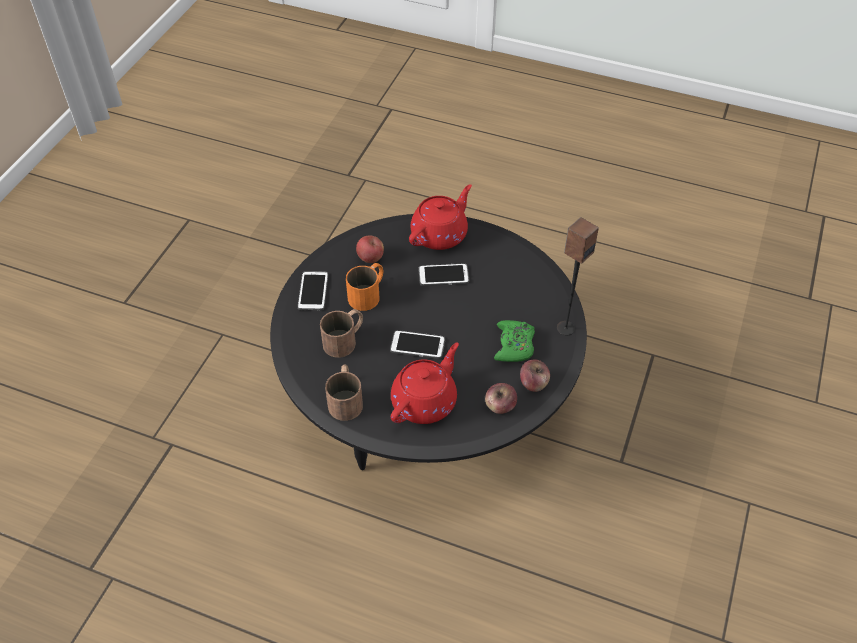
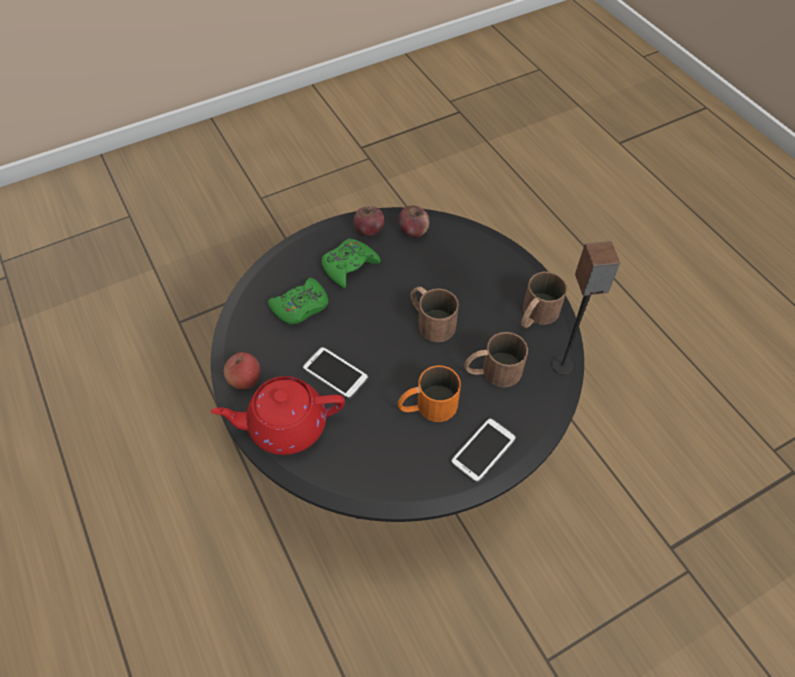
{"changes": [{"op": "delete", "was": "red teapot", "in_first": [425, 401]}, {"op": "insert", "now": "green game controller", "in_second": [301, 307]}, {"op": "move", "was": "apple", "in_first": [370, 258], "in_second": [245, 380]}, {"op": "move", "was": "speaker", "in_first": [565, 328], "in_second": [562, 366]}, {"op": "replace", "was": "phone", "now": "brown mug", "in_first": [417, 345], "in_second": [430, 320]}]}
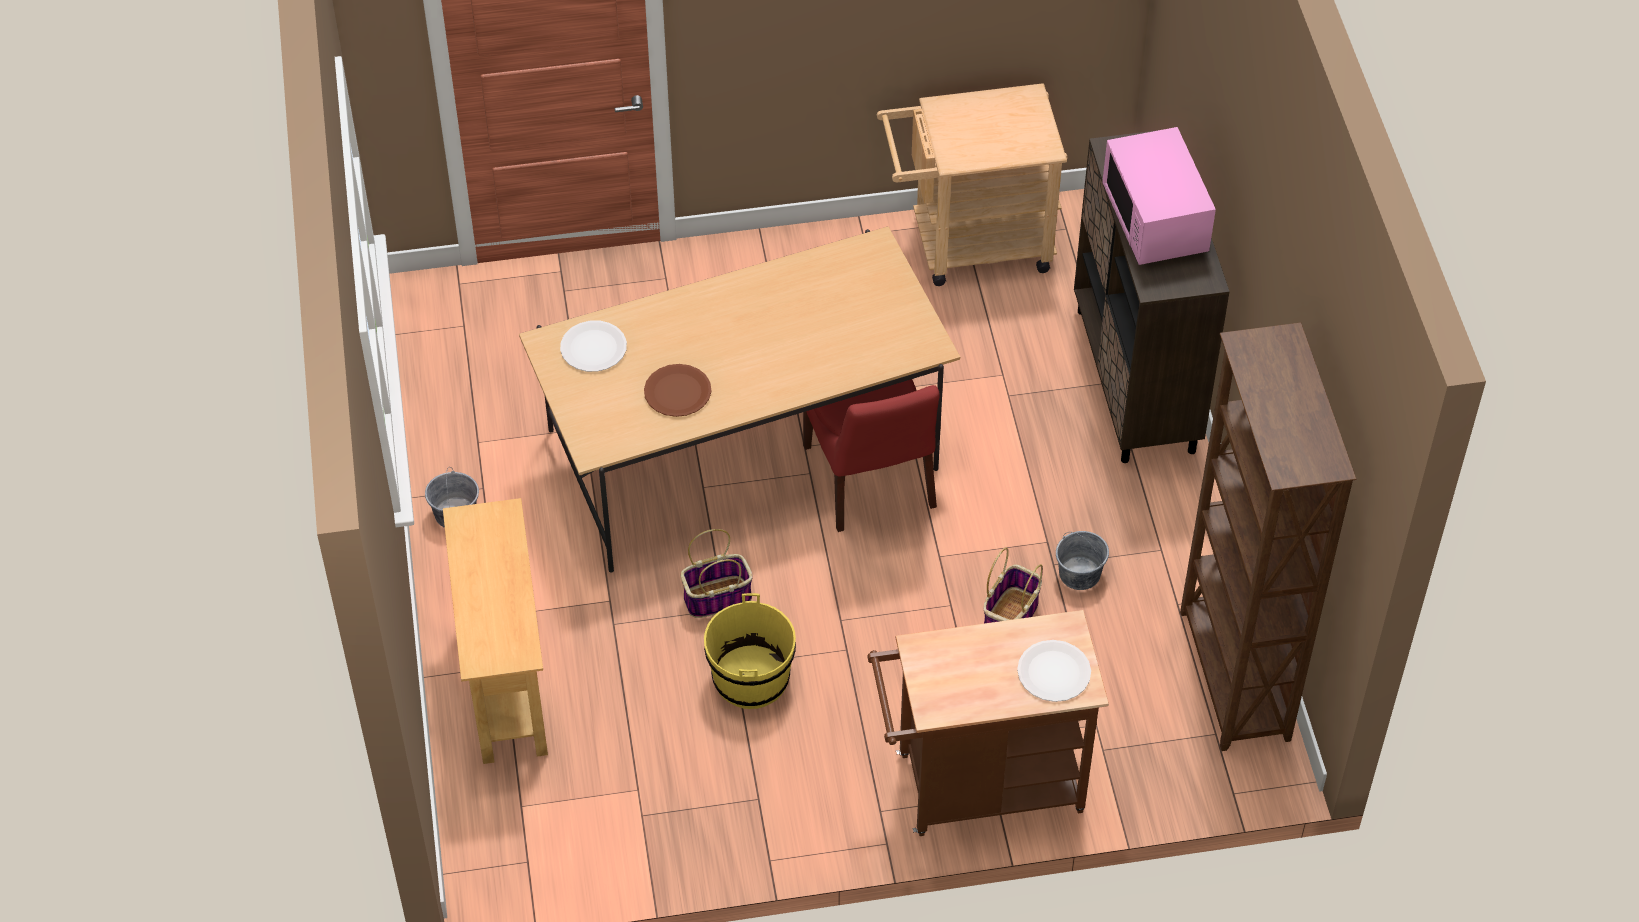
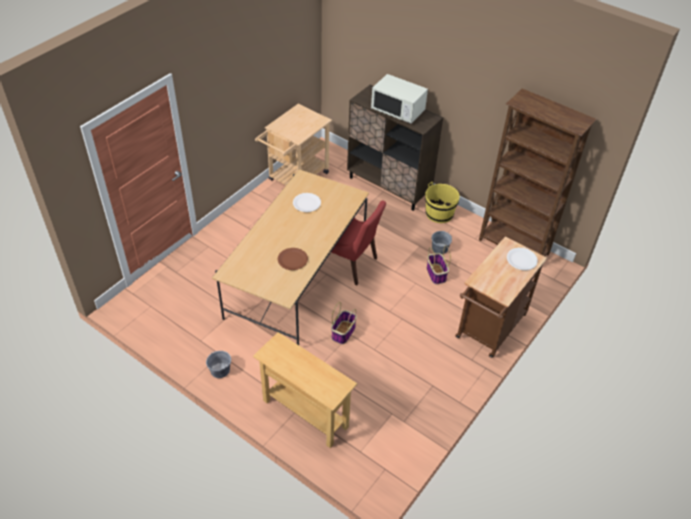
{"changes": [{"op": "move", "was": "white plate", "in_first": [593, 348], "in_second": [307, 203]}, {"op": "move", "was": "yellow bucket", "in_first": [750, 678], "in_second": [439, 214]}, {"op": "recolor", "was": "pink microwave", "now": "white microwave", "in_first": [1155, 221], "in_second": [398, 110]}]}
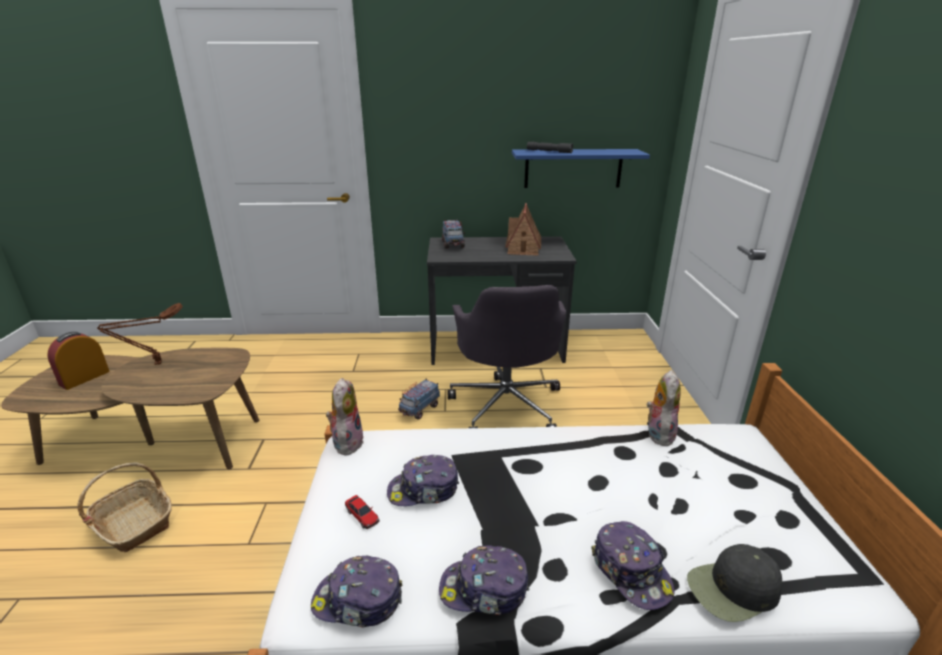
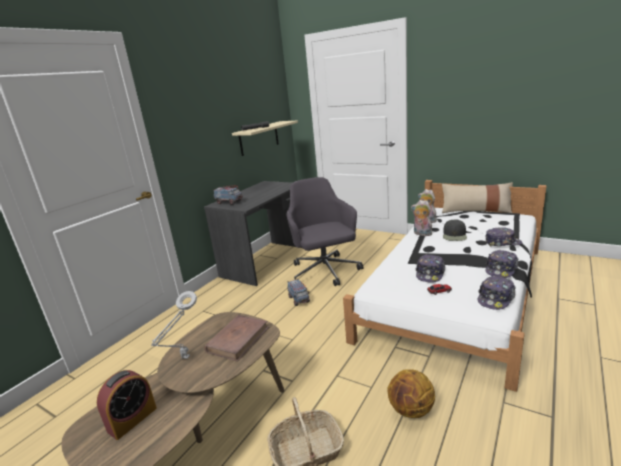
{"changes": [{"op": "delete", "was": "toy house", "in_first": [523, 247]}, {"op": "insert", "now": "brown book", "in_second": [238, 339]}, {"op": "insert", "now": "basketball", "in_second": [411, 410]}, {"op": "insert", "now": "beige pillow", "in_second": [475, 210]}, {"op": "move", "was": "plush toy", "in_first": [347, 442], "in_second": [421, 234]}, {"op": "move", "was": "black cap", "in_first": [733, 589], "in_second": [454, 235]}, {"op": "recolor", "was": "brown table lamp", "now": "grey table lamp", "in_first": [155, 364], "in_second": [184, 359]}, {"op": "recolor", "was": "blue shelf", "now": "beige shelf", "in_first": [573, 168], "in_second": [259, 138]}, {"op": "rotate", "was": "alarm clock", "in_first": [84, 378], "in_second": [132, 419], "clockwise": -120}, {"op": "rotate", "was": "grey office chair", "in_first": [506, 404], "in_second": [325, 272], "clockwise": -135}]}
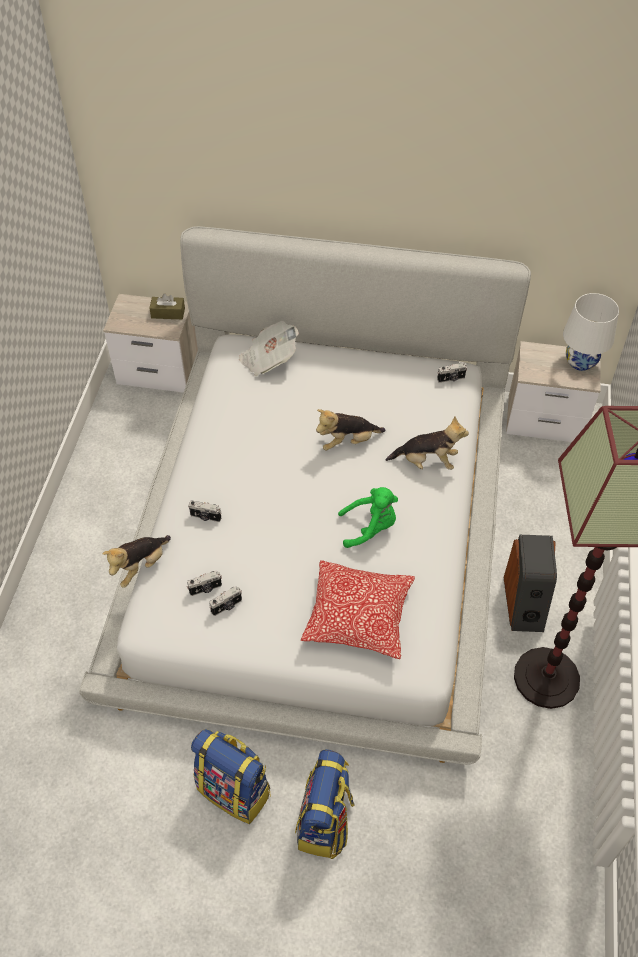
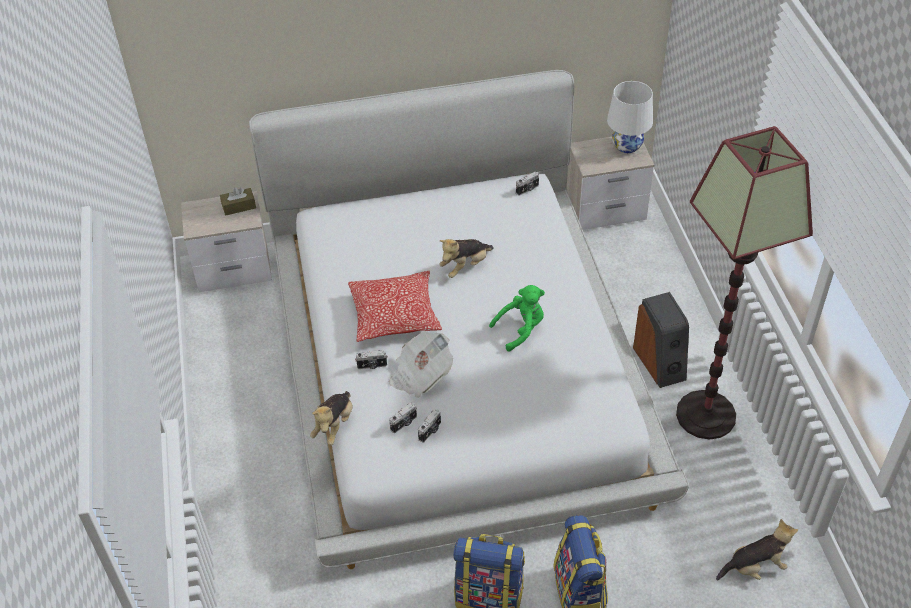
{"changes": [{"op": "move", "was": "newspaper", "in_first": [268, 359], "in_second": [420, 375]}, {"op": "move", "was": "pillow", "in_first": [358, 616], "in_second": [395, 315]}, {"op": "move", "was": "plush toy", "in_first": [427, 462], "in_second": [755, 567]}]}
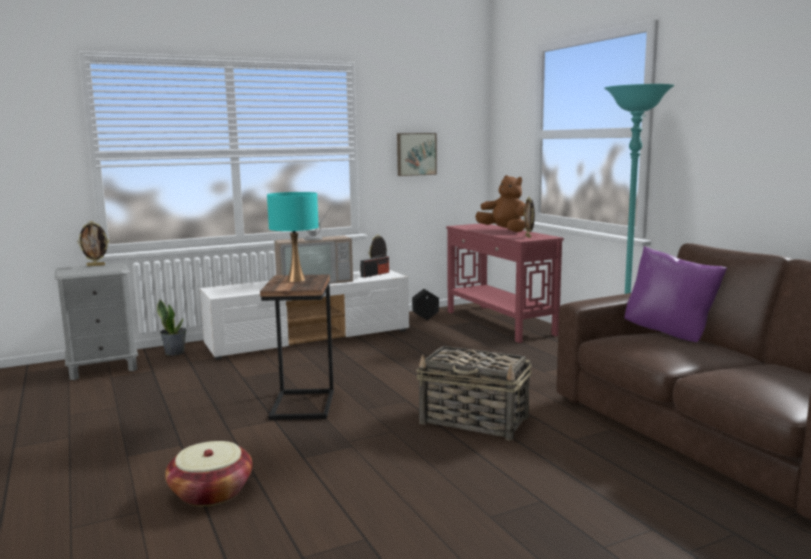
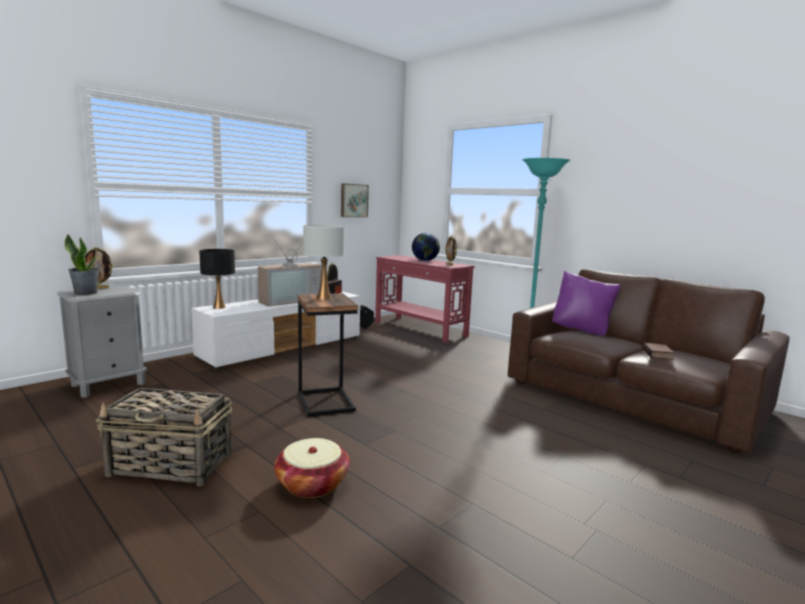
{"changes": [{"op": "insert", "now": "black table lamp", "in_second": [219, 307]}, {"op": "insert", "now": "book", "in_second": [658, 354]}, {"op": "move", "was": "potted plant", "in_first": [175, 352], "in_second": [86, 293]}, {"op": "move", "was": "basket", "in_first": [475, 421], "in_second": [172, 465]}, {"op": "replace", "was": "brown plush toy", "now": "globe", "in_first": [504, 231], "in_second": [425, 260]}, {"op": "recolor", "was": "turquoise table lamp", "now": "white table lamp", "in_first": [296, 280], "in_second": [323, 298]}]}
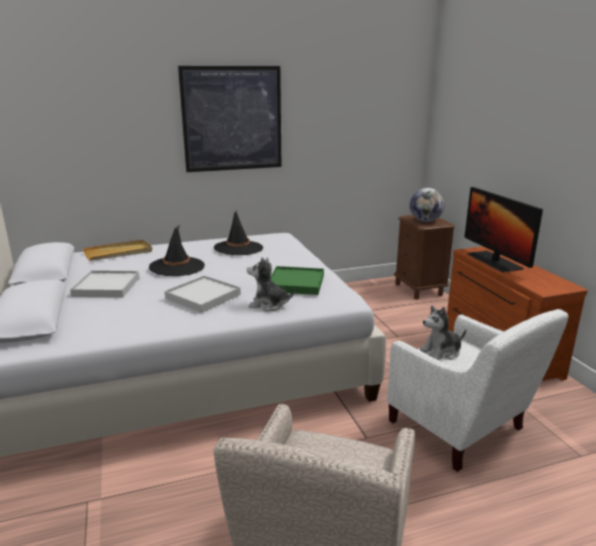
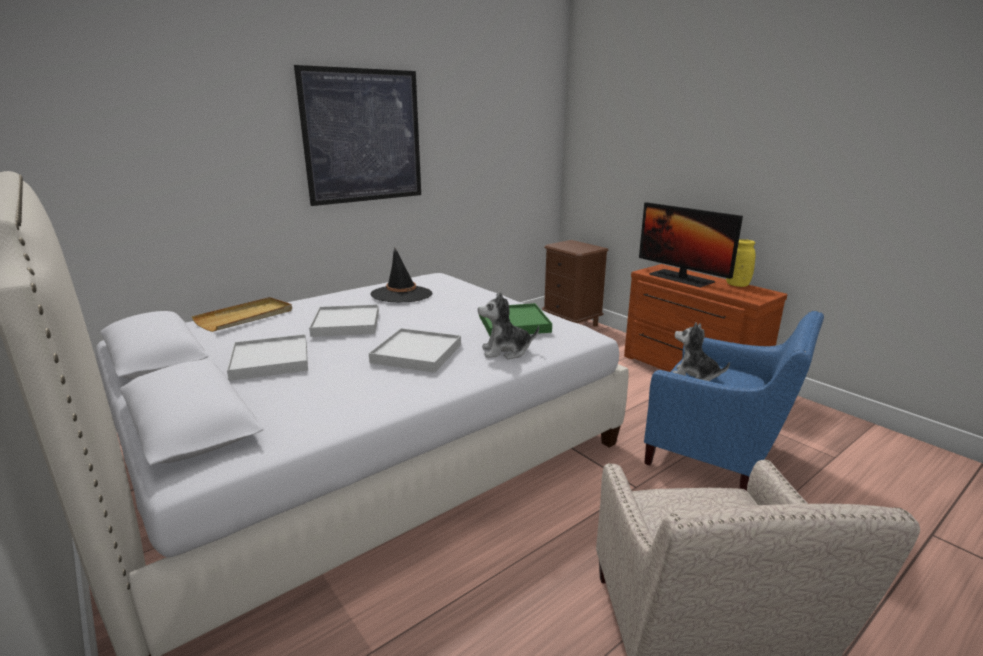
{"changes": [{"op": "delete", "was": "globe", "in_first": [425, 221]}, {"op": "insert", "now": "yellow vase", "in_second": [737, 285]}, {"op": "replace", "was": "black hat", "now": "white tray", "in_first": [177, 267], "in_second": [346, 324]}, {"op": "recolor", "was": "white armchair", "now": "blue armchair", "in_first": [461, 430], "in_second": [718, 457]}, {"op": "rotate", "was": "plush toy", "in_first": [441, 352], "in_second": [694, 376], "clockwise": 75}]}
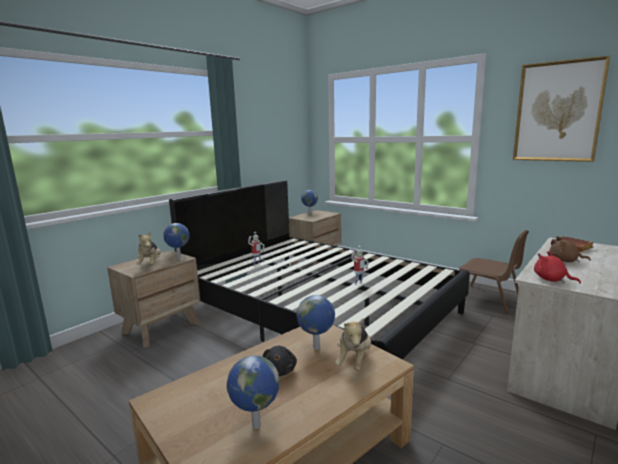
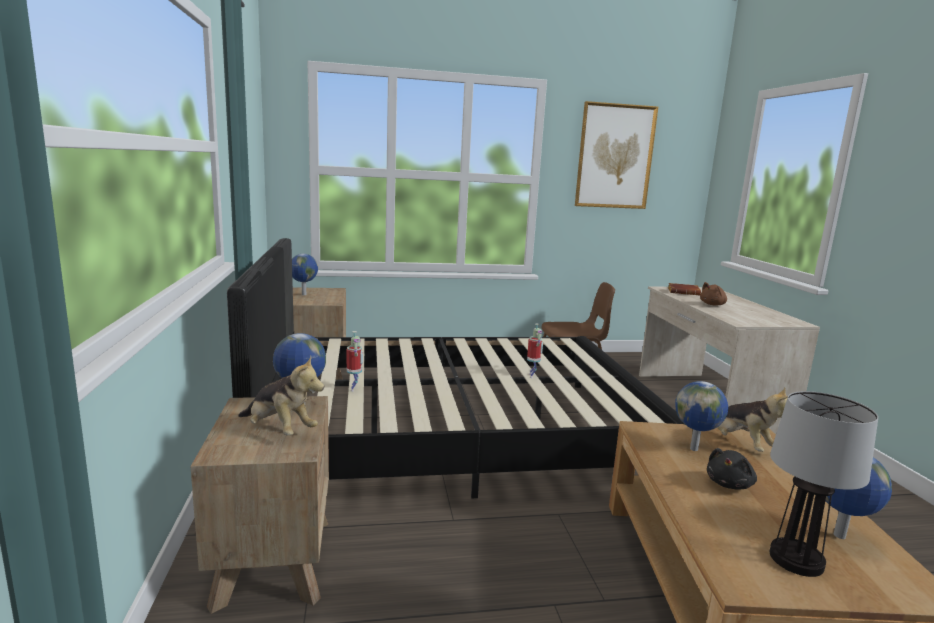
{"changes": [{"op": "delete", "was": "red plush toy", "in_first": [551, 280]}, {"op": "insert", "now": "table lamp", "in_second": [797, 560]}, {"op": "rotate", "was": "black plush toy", "in_first": [279, 371], "in_second": [729, 484], "clockwise": 90}]}
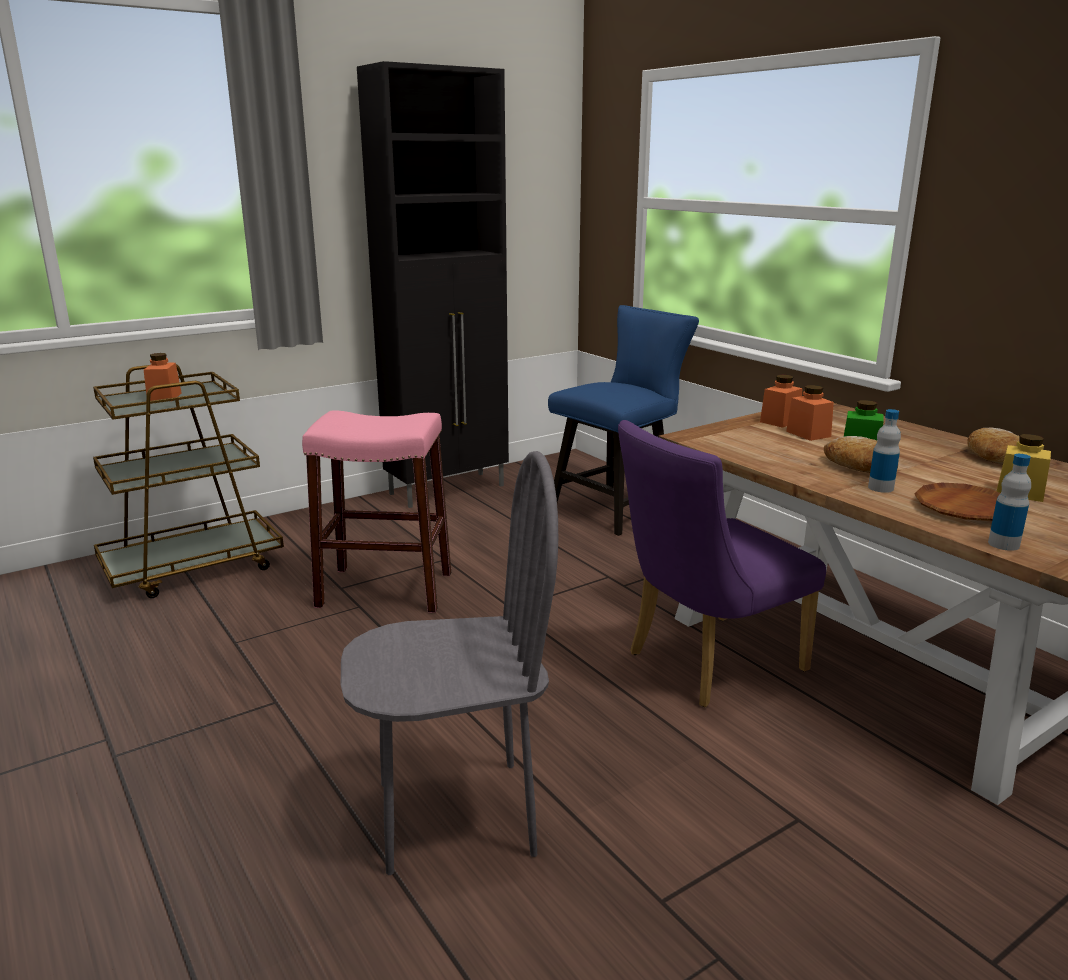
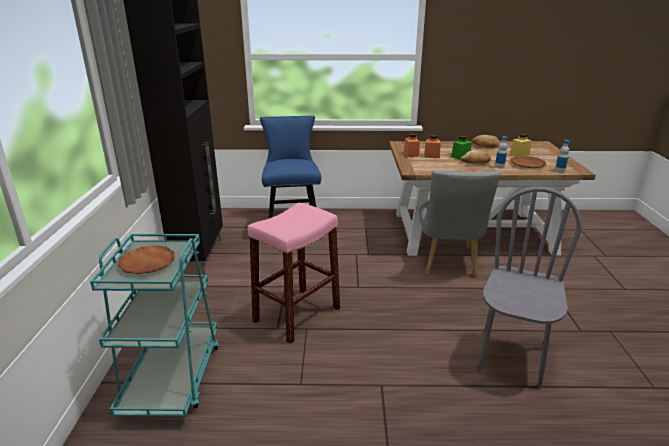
{"changes": [{"op": "replace", "was": "orange jar", "now": "brown plate", "in_first": [164, 397], "in_second": [147, 263]}, {"op": "recolor", "was": "brown cart", "now": "turquoise cart", "in_first": [194, 567], "in_second": [172, 377]}, {"op": "recolor", "was": "purple chair", "now": "grey chair", "in_first": [705, 664], "in_second": [447, 264]}]}
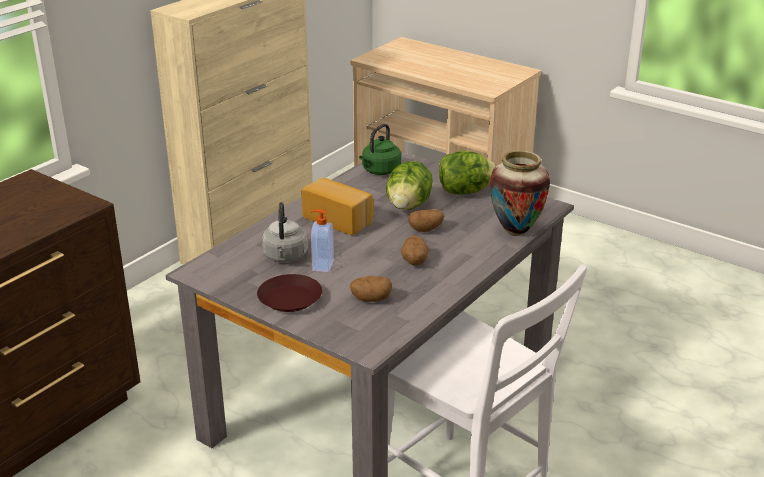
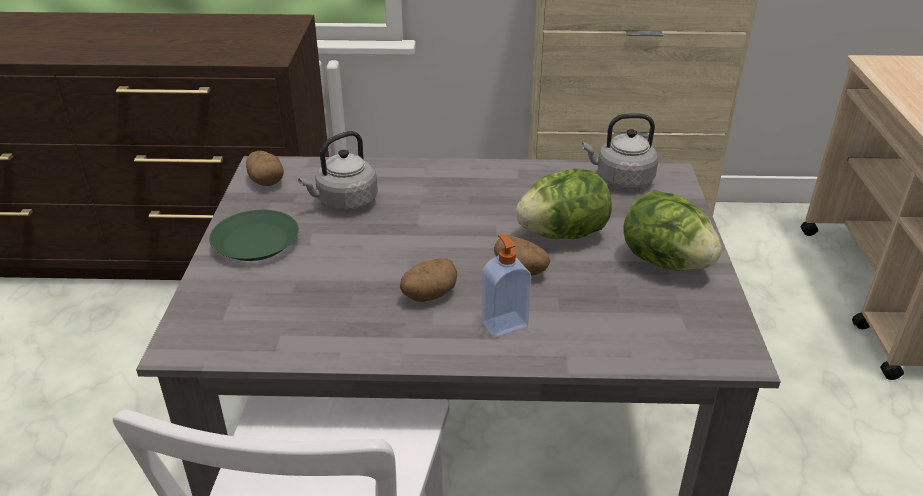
{"changes": [{"op": "delete", "was": "bread", "in_first": [339, 219]}, {"op": "delete", "was": "vase", "in_first": [515, 231]}, {"op": "move", "was": "soap dispenser", "in_first": [322, 265], "in_second": [503, 323]}, {"op": "move", "was": "potato", "in_first": [370, 299], "in_second": [266, 181]}, {"op": "recolor", "was": "brown plate", "now": "green plate", "in_first": [289, 299], "in_second": [255, 243]}, {"op": "recolor", "was": "green kettle", "now": "grey kettle", "in_first": [380, 171], "in_second": [621, 180]}]}
